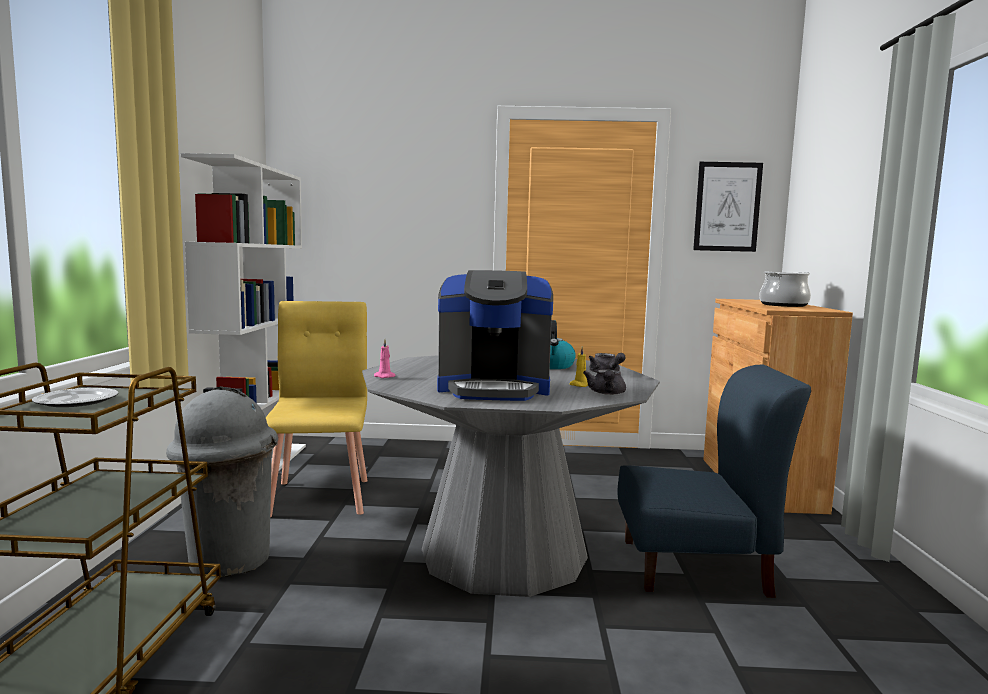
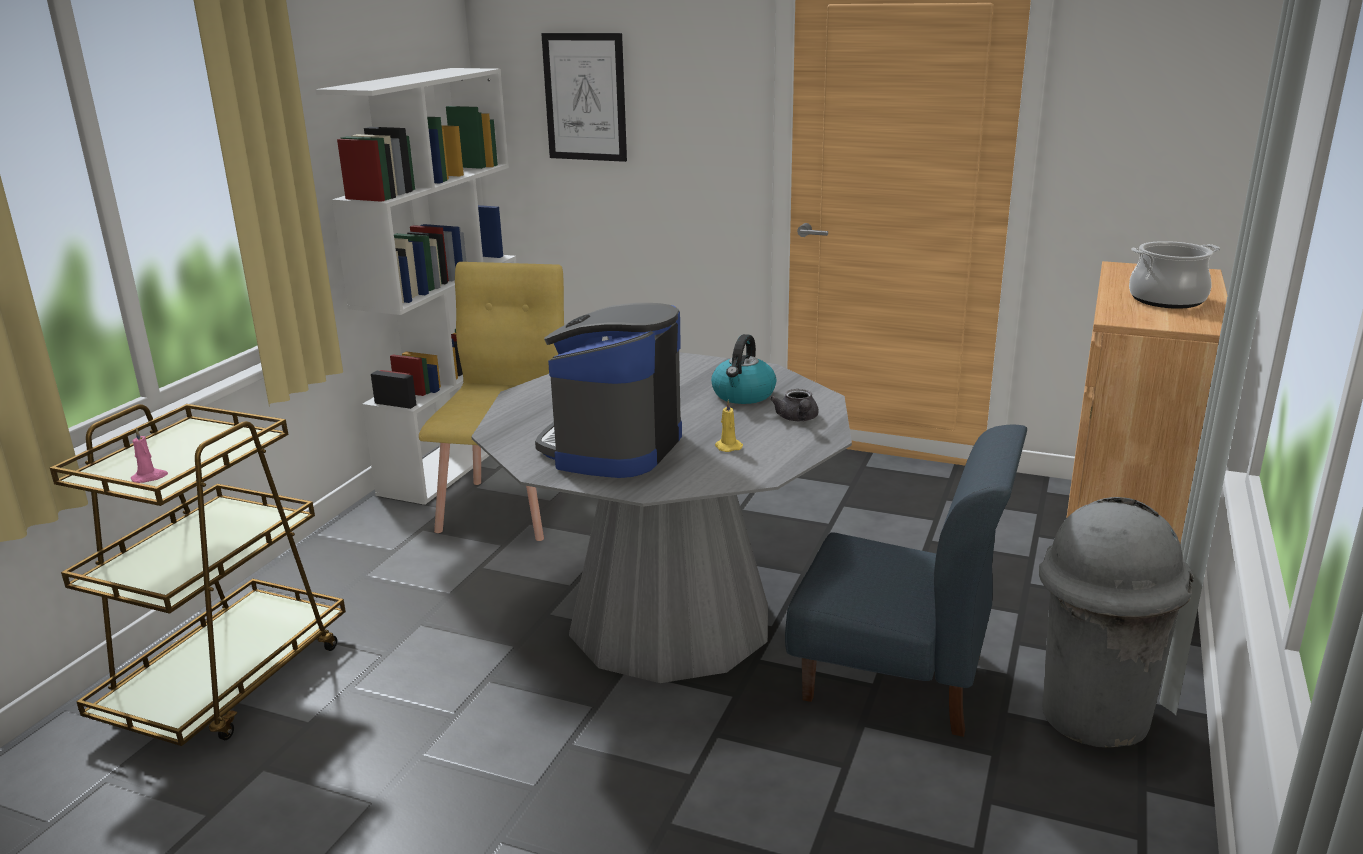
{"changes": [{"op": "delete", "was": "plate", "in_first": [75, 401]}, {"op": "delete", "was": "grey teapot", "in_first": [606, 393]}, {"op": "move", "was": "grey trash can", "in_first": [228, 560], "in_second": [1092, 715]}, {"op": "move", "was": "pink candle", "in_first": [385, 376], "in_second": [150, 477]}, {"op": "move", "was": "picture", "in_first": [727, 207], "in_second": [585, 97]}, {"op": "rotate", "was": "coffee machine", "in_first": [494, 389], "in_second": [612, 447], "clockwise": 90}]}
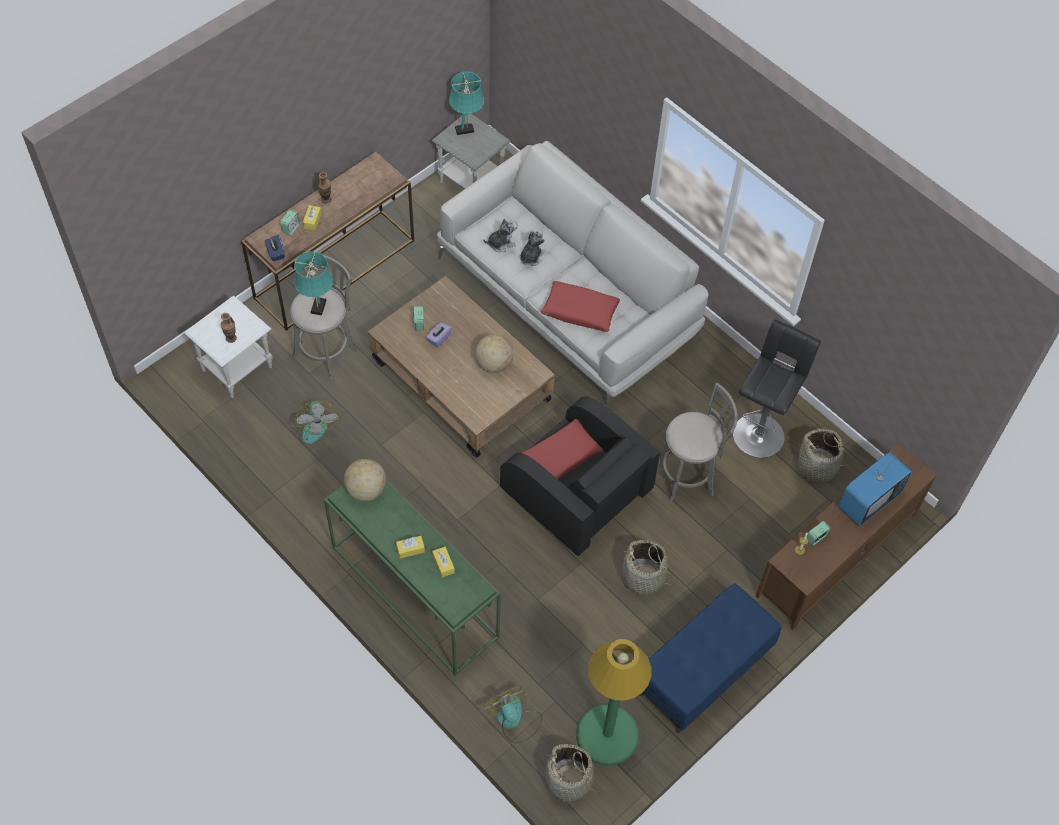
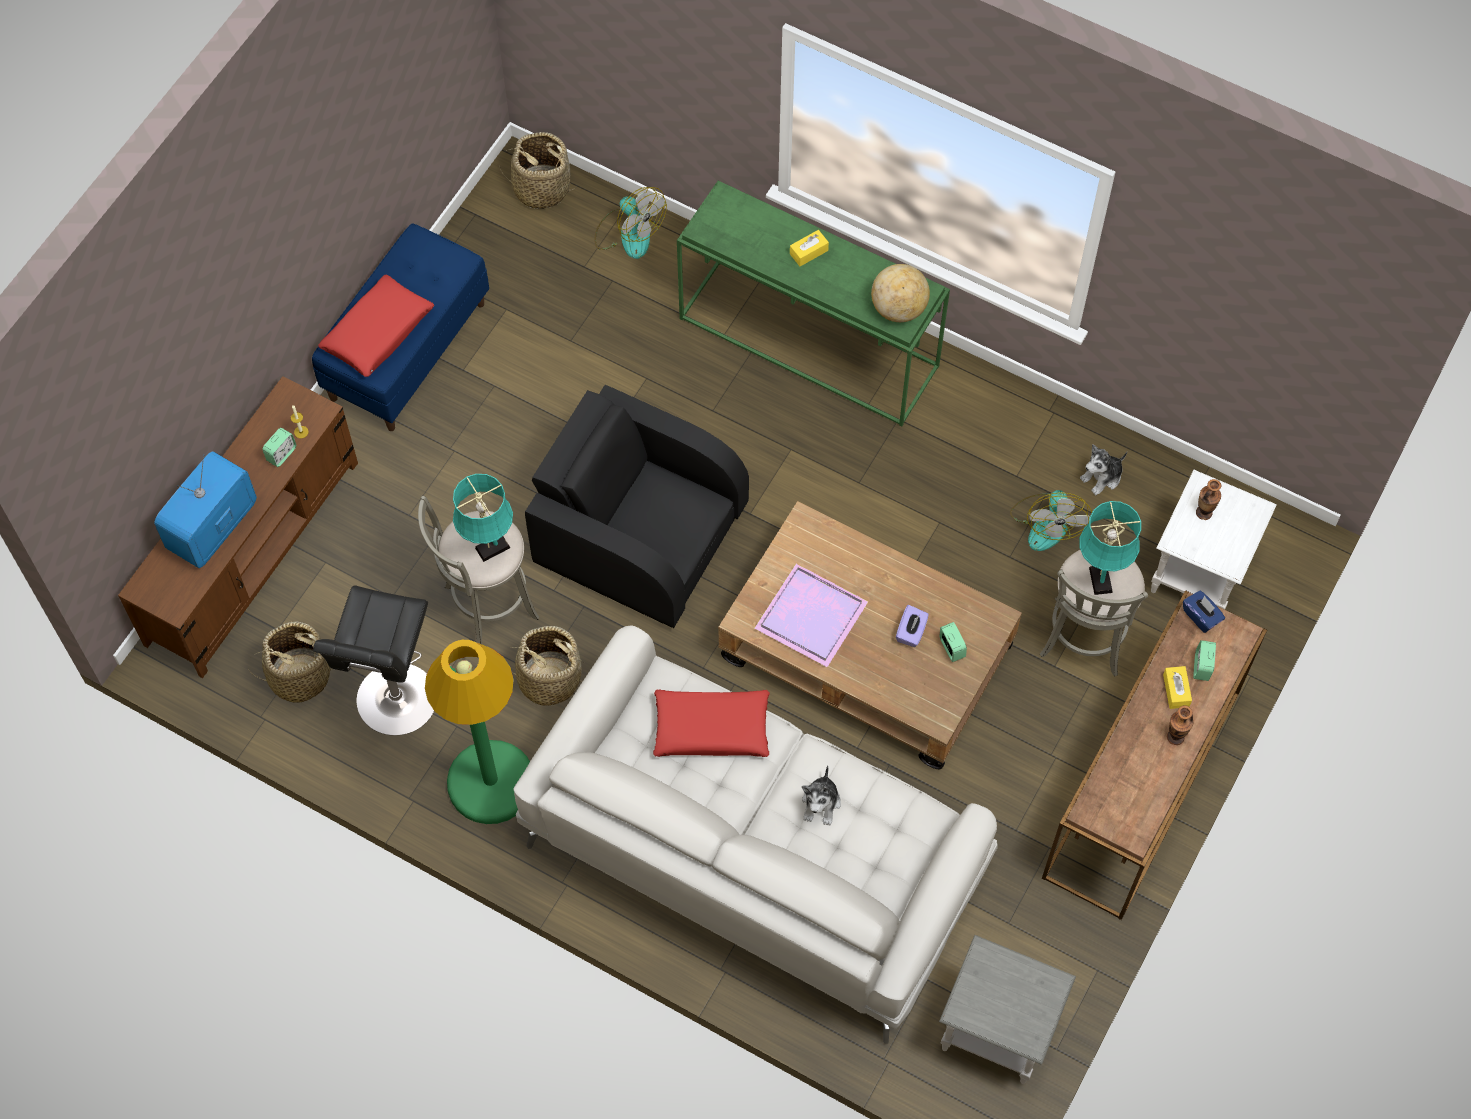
{"changes": [{"op": "delete", "was": "yellow tissue box", "in_first": [443, 564]}, {"op": "move", "was": "turquoise table lamp", "in_first": [466, 129], "in_second": [489, 549]}, {"op": "move", "was": "plush toy", "in_first": [501, 243], "in_second": [1102, 477]}, {"op": "move", "was": "red pillow", "in_first": [560, 457], "in_second": [378, 333]}, {"op": "move", "was": "green floor lamp", "in_first": [607, 735], "in_second": [491, 782]}, {"op": "move", "was": "basket", "in_first": [643, 578], "in_second": [549, 678]}, {"op": "replace", "was": "globe", "now": "purple tray", "in_first": [494, 364], "in_second": [813, 616]}, {"op": "rotate", "was": "fan", "in_first": [313, 425], "in_second": [1047, 523], "clockwise": -150}]}
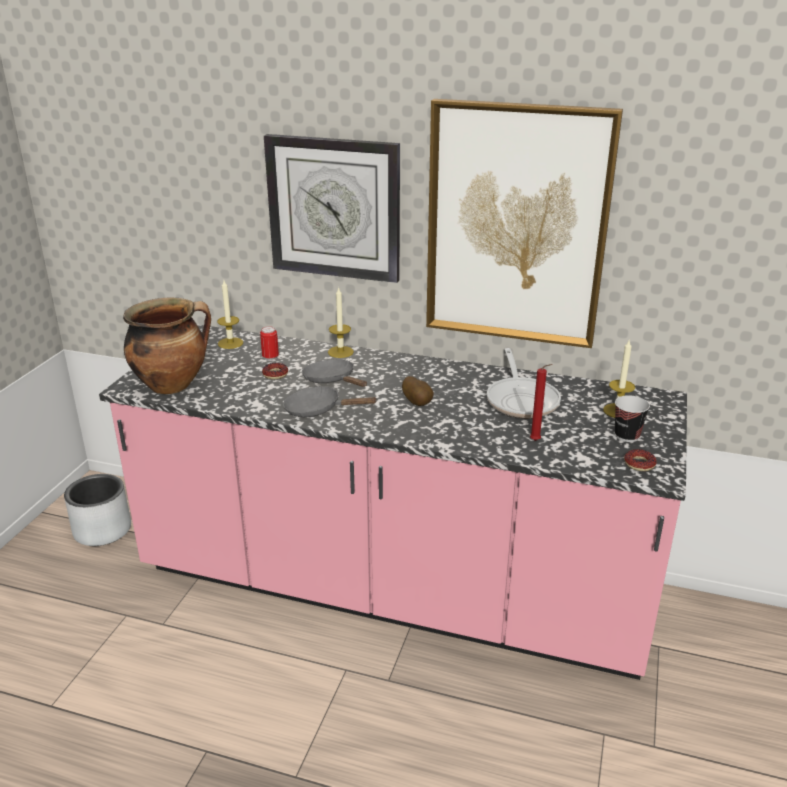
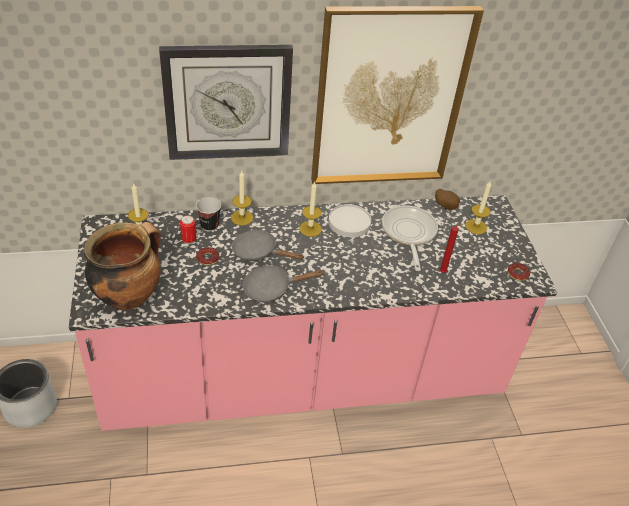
{"changes": [{"op": "insert", "now": "candle", "in_second": [310, 229]}, {"op": "insert", "now": "white plate", "in_second": [349, 223]}, {"op": "move", "was": "potato", "in_first": [418, 403], "in_second": [445, 206]}, {"op": "move", "was": "cup", "in_first": [627, 436], "in_second": [209, 225]}, {"op": "rotate", "was": "frying pan", "in_first": [521, 400], "in_second": [408, 234], "clockwise": -150}]}
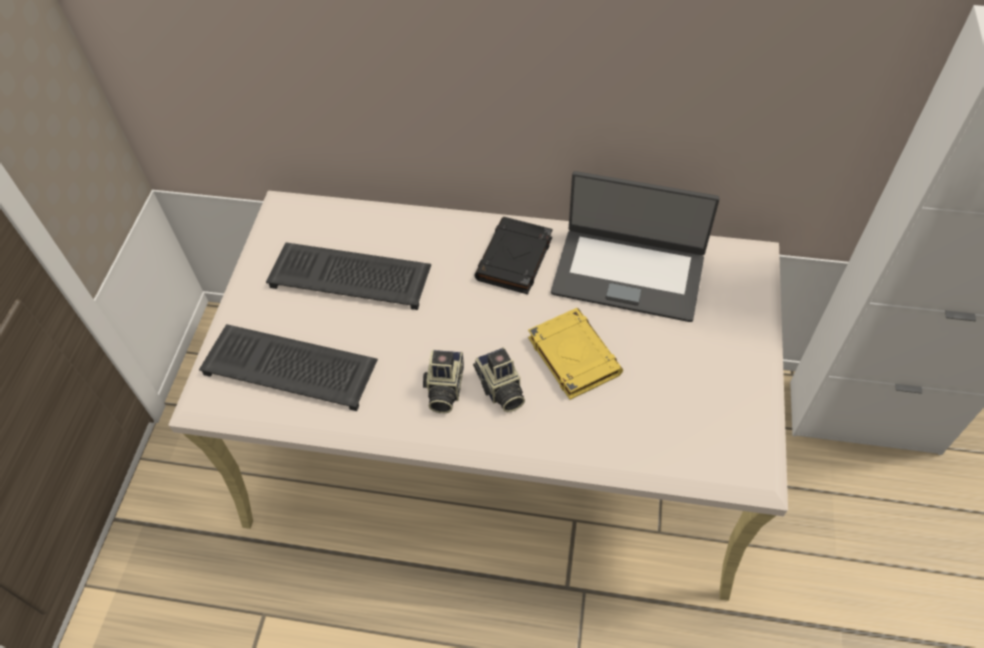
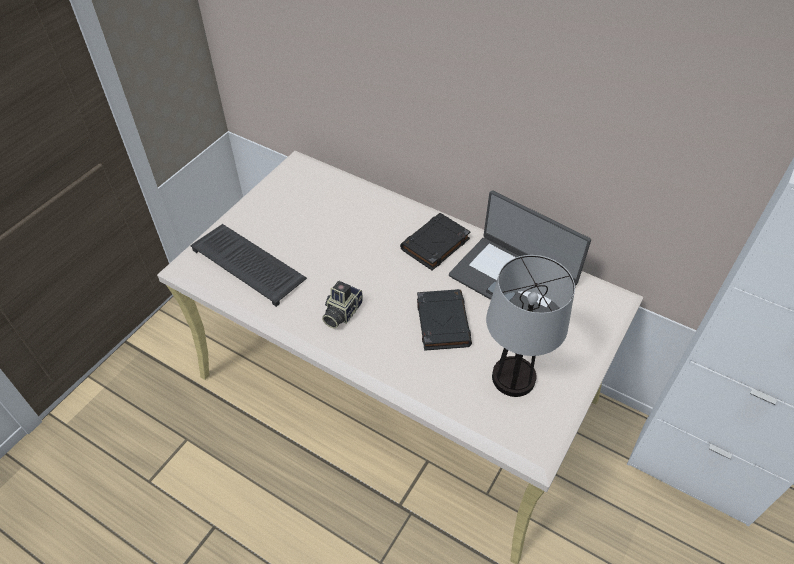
{"changes": [{"op": "delete", "was": "keyboard", "in_first": [352, 276]}, {"op": "delete", "was": "photo camera", "in_first": [500, 389]}, {"op": "insert", "now": "table lamp", "in_second": [513, 377]}, {"op": "recolor", "was": "yellow book", "now": "black book", "in_first": [572, 356], "in_second": [442, 322]}]}
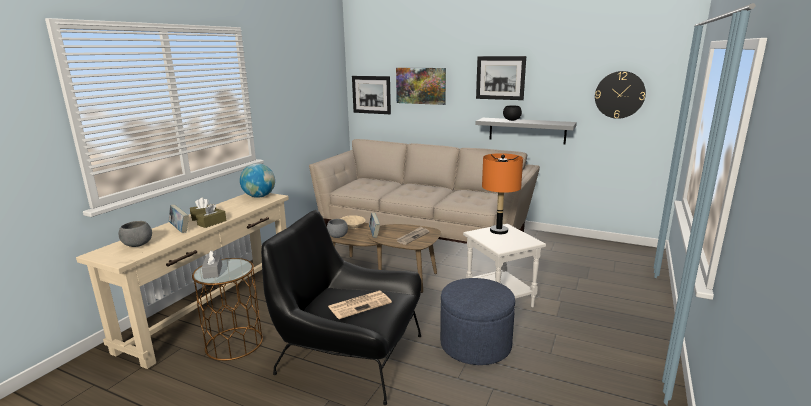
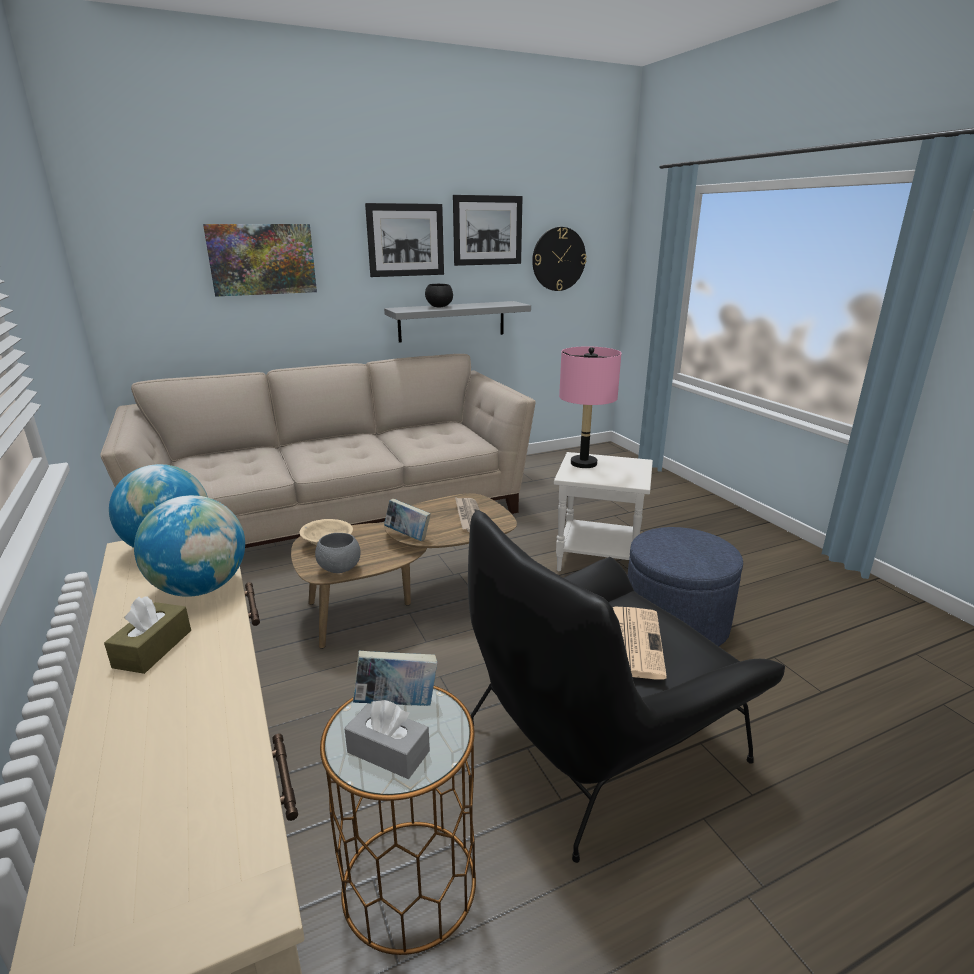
{"changes": [{"op": "delete", "was": "grey bowl", "in_first": [138, 245]}, {"op": "delete", "was": "brown tissue box", "in_first": [212, 223]}, {"op": "insert", "now": "globe", "in_second": [201, 588]}, {"op": "move", "was": "book", "in_first": [180, 229], "in_second": [397, 703]}, {"op": "move", "was": "picture", "in_first": [371, 94], "in_second": [487, 230]}, {"op": "recolor", "was": "orange table lamp", "now": "pink table lamp", "in_first": [498, 231], "in_second": [583, 463]}]}
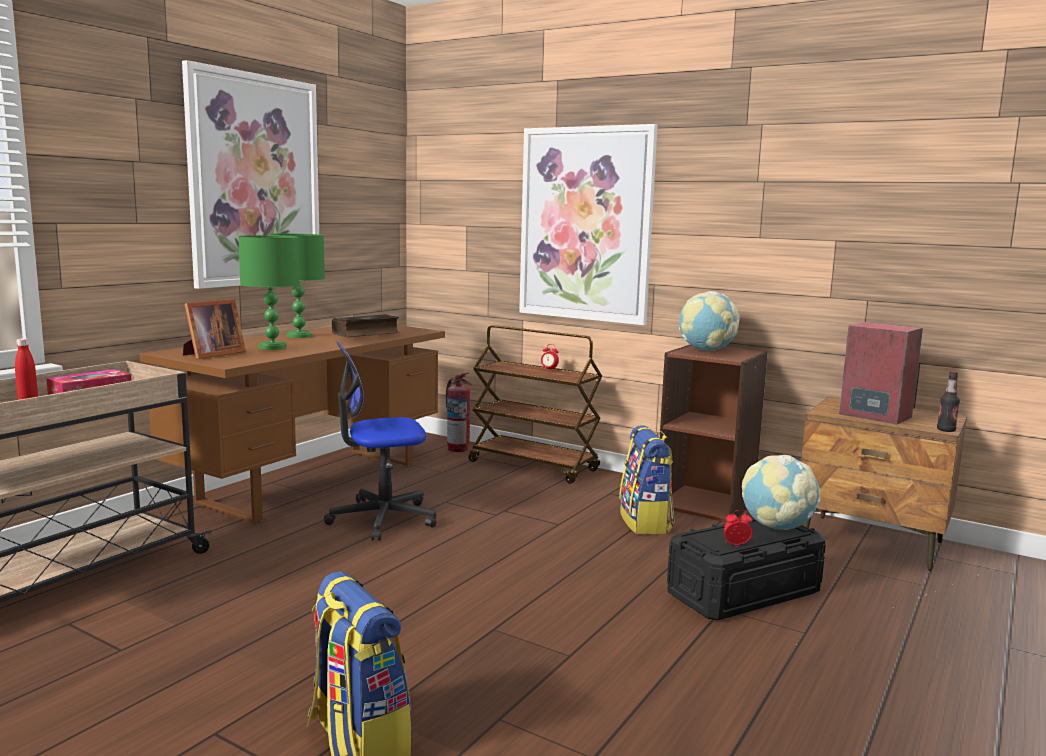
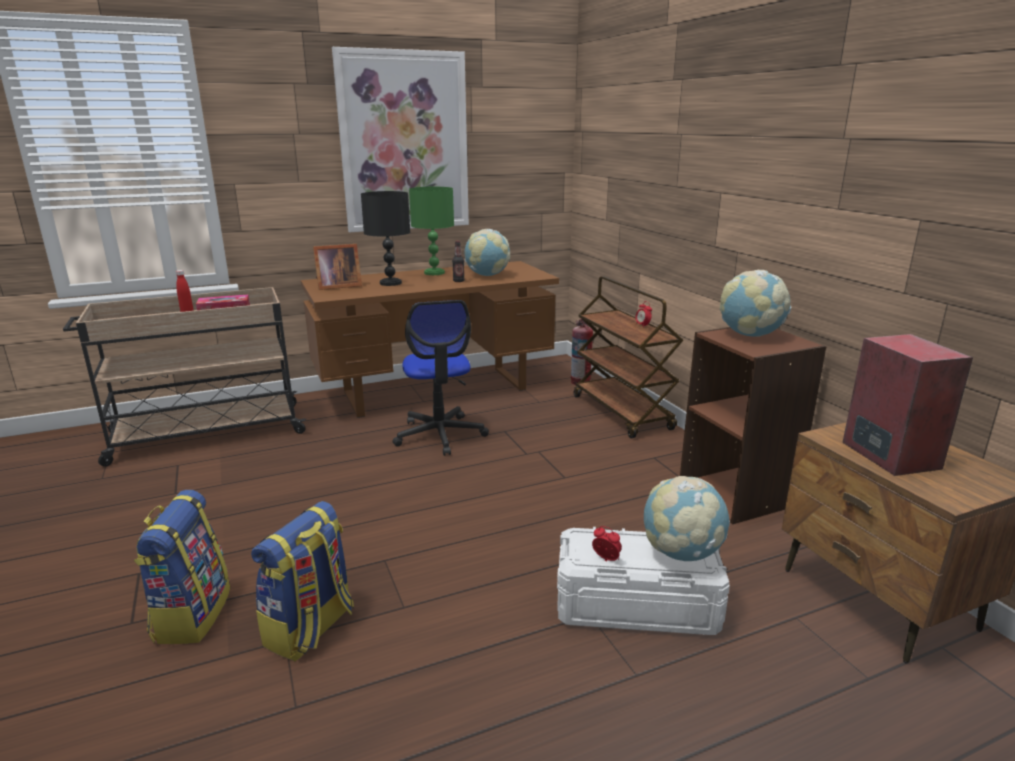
{"changes": [{"op": "delete", "was": "picture", "in_first": [585, 224]}, {"op": "move", "was": "backpack", "in_first": [646, 522], "in_second": [311, 629]}, {"op": "move", "was": "bottle", "in_first": [946, 430], "in_second": [458, 281]}, {"op": "replace", "was": "book", "now": "globe", "in_first": [366, 334], "in_second": [487, 275]}, {"op": "recolor", "was": "green table lamp", "now": "black table lamp", "in_first": [271, 347], "in_second": [390, 283]}, {"op": "recolor", "was": "black storage box", "now": "white storage box", "in_first": [744, 593], "in_second": [636, 606]}, {"op": "rotate", "was": "office chair", "in_first": [382, 518], "in_second": [440, 435], "clockwise": -120}]}
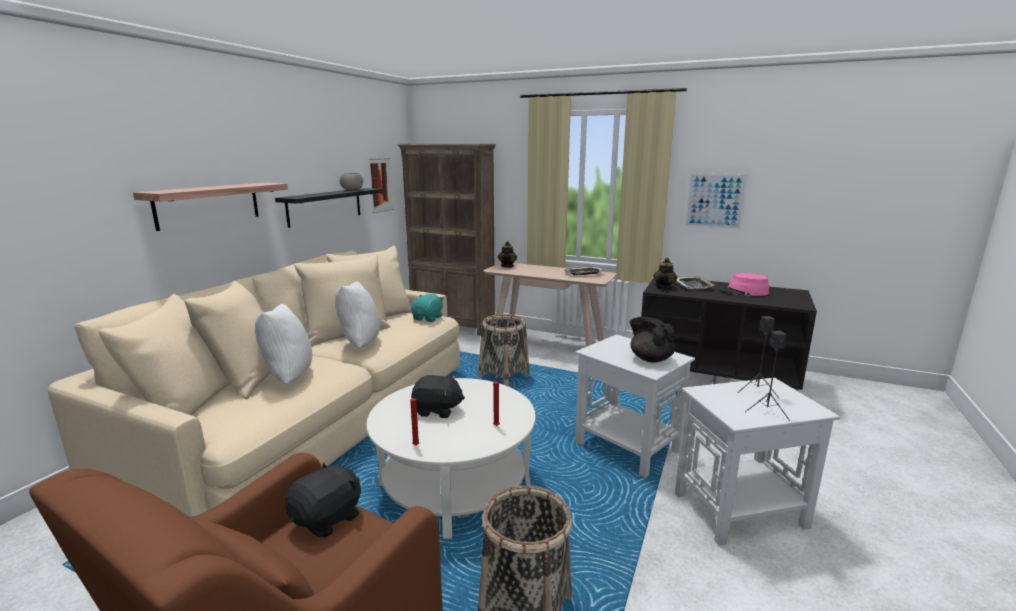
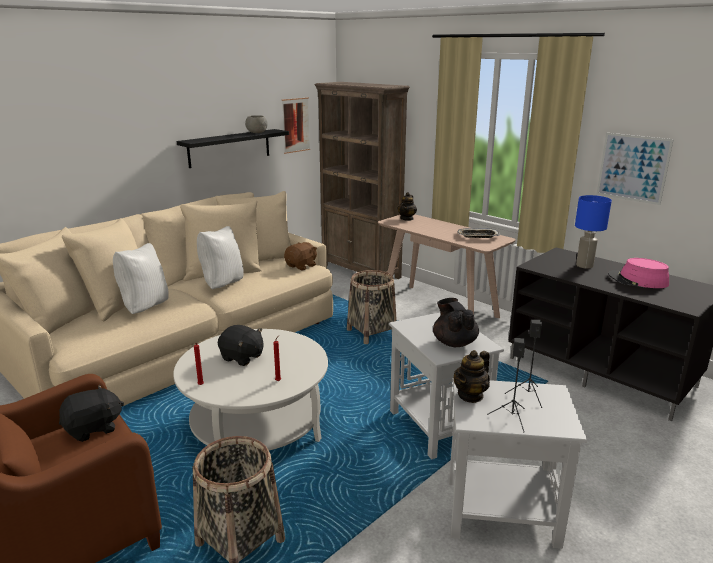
{"changes": [{"op": "delete", "was": "shelf", "in_first": [208, 205]}, {"op": "move", "was": "teapot", "in_first": [664, 287], "in_second": [470, 395]}, {"op": "replace", "was": "tray", "now": "blue table lamp", "in_first": [693, 286], "in_second": [585, 266]}, {"op": "recolor", "was": "turquoise plush toy", "now": "brown plush toy", "in_first": [428, 318], "in_second": [301, 266]}]}
